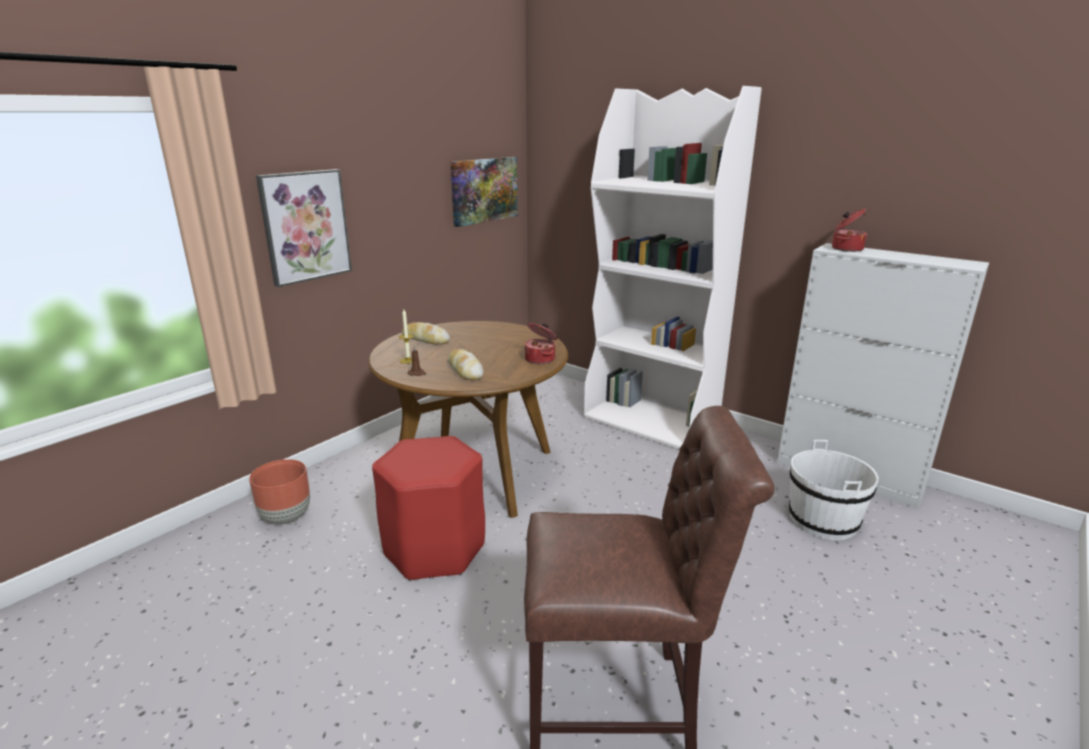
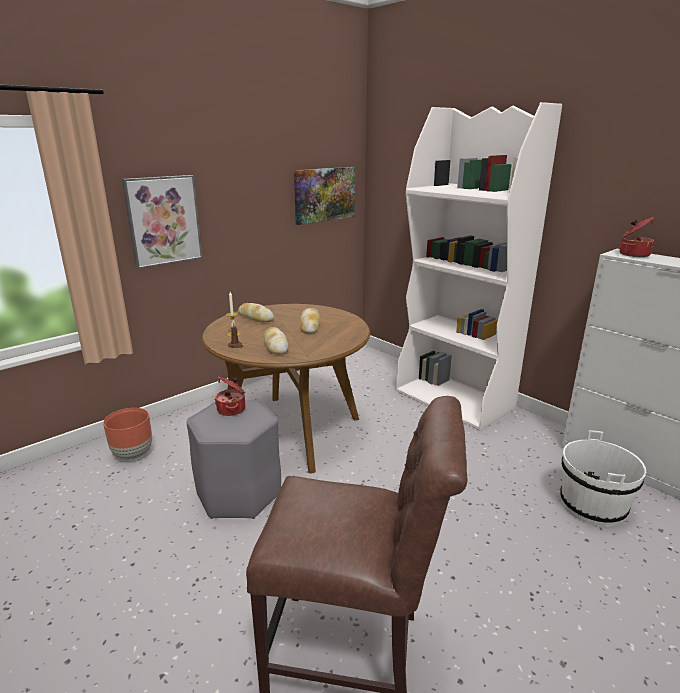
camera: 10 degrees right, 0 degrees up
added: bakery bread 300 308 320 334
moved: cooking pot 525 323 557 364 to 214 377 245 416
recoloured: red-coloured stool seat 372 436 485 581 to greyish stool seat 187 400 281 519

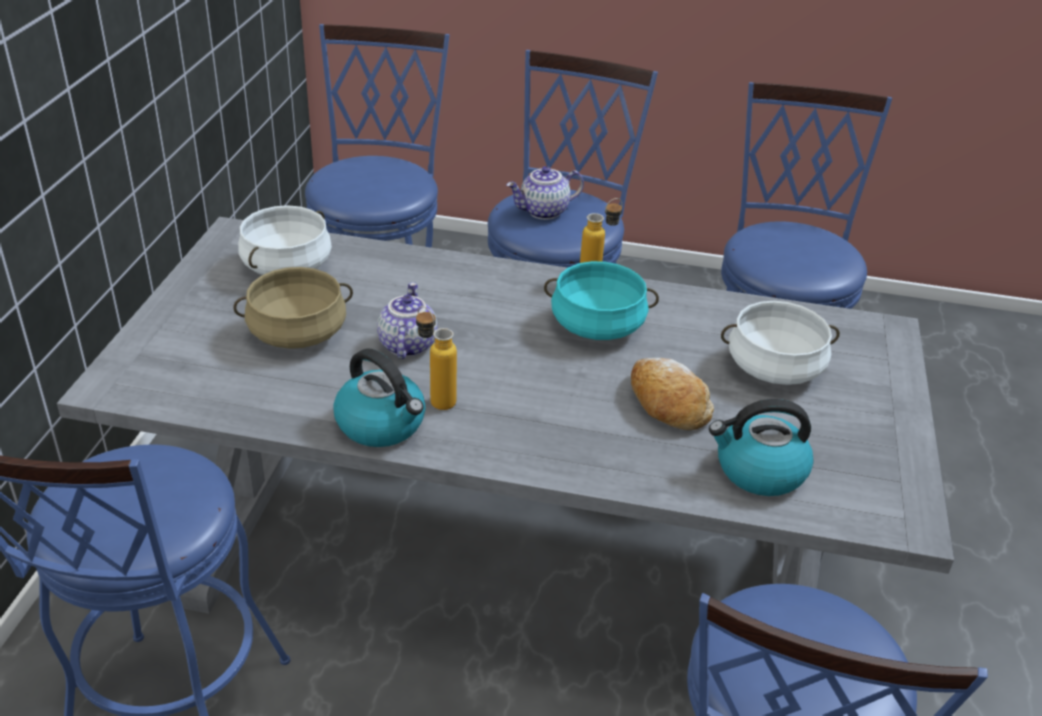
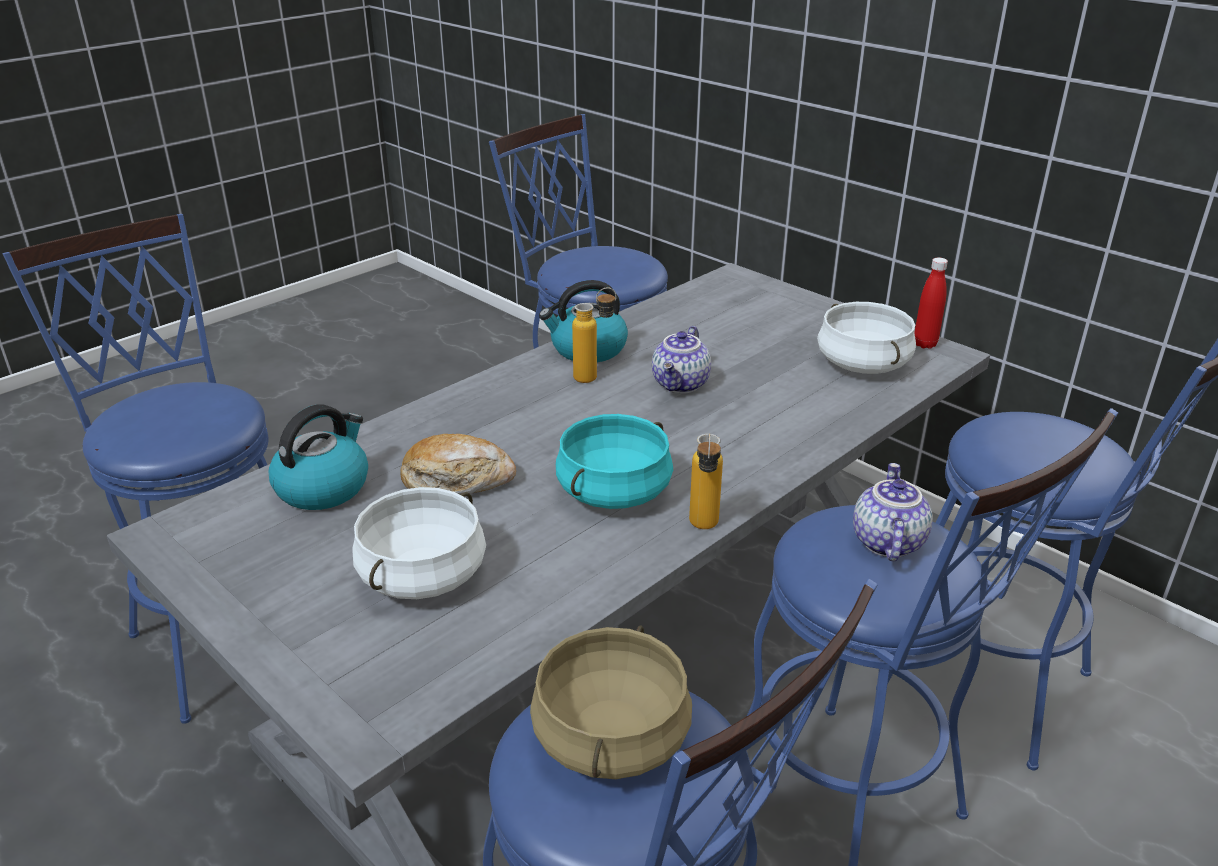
camera: 125 degrees right, 5 degrees down
added: red-coloured beverage bottle 915 258 948 349
moved: beige cooking pot 233 267 353 349 to 530 625 692 779
turned: tea pot 377 282 438 359 = 652 326 711 394 75 degrees clockwise

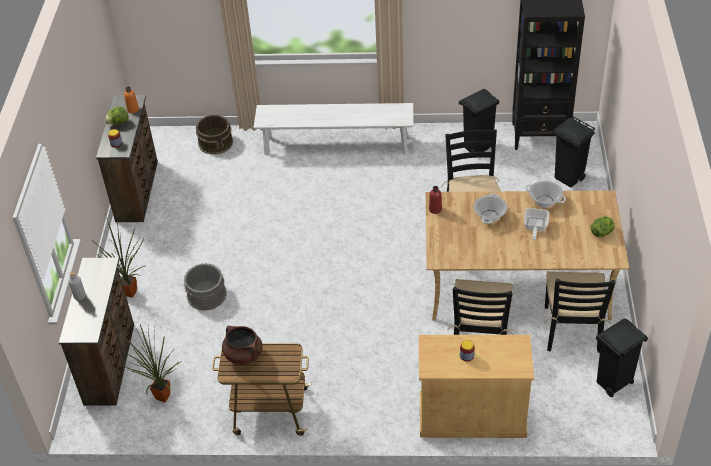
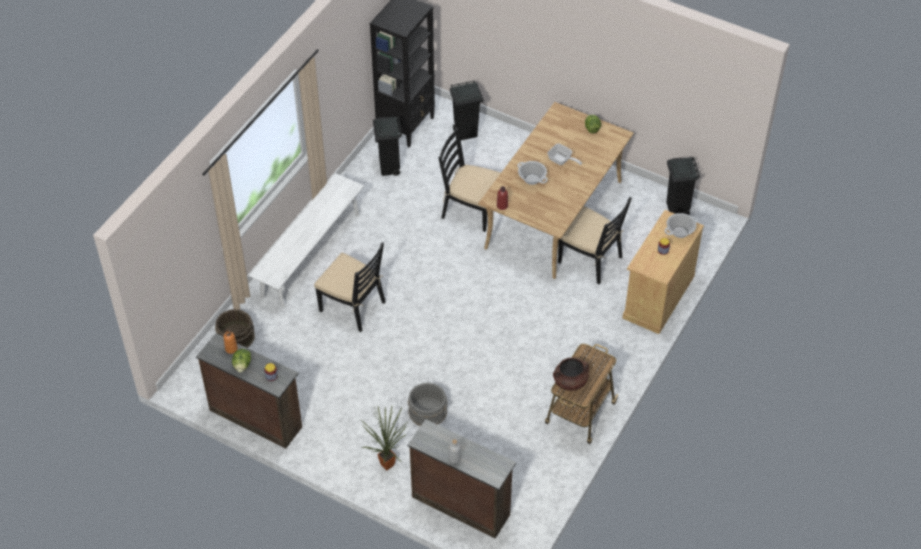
camera: 65 degrees left, 5 degrees up
removed: houseplant 123 324 182 402
moved: cooking pot 525 181 566 208 to 665 213 698 238; blackish upright chair 544 271 616 353 to 314 242 386 332

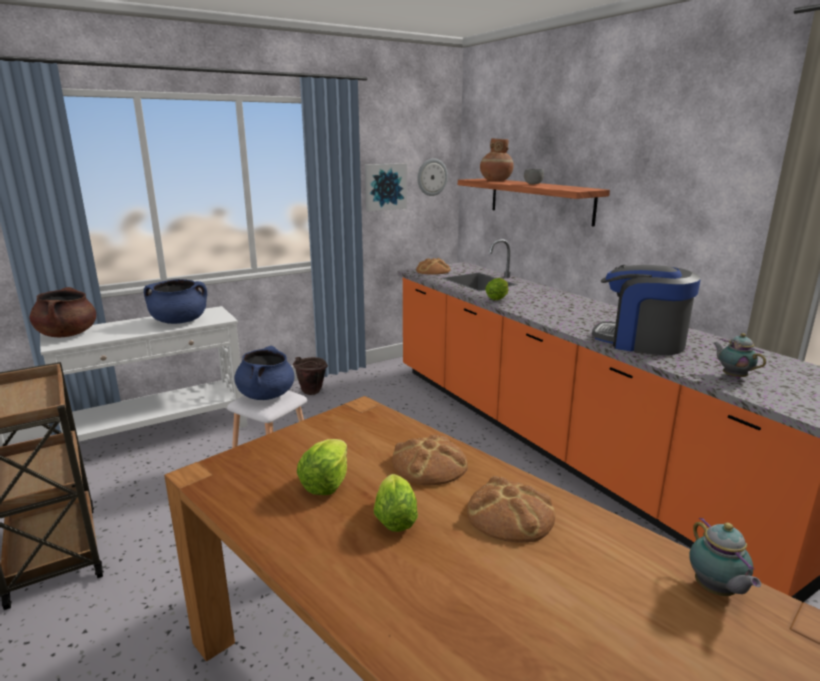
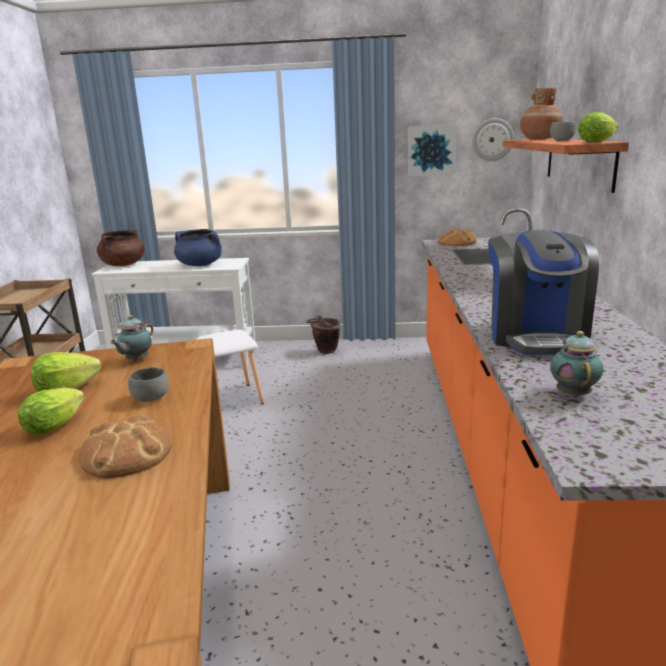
camera: 35 degrees right, 0 degrees up
removed: bluish cooking pot 234 346 294 400
moved: lettuce 485 278 508 300 to 578 112 619 143; tea pot 689 518 761 596 to 110 315 153 362
replaced: bakery bread 392 434 468 486 to greyish deep dish 128 367 169 402
turned: coffee machine 592 265 701 355 = 488 230 599 355 150 degrees counterclockwise

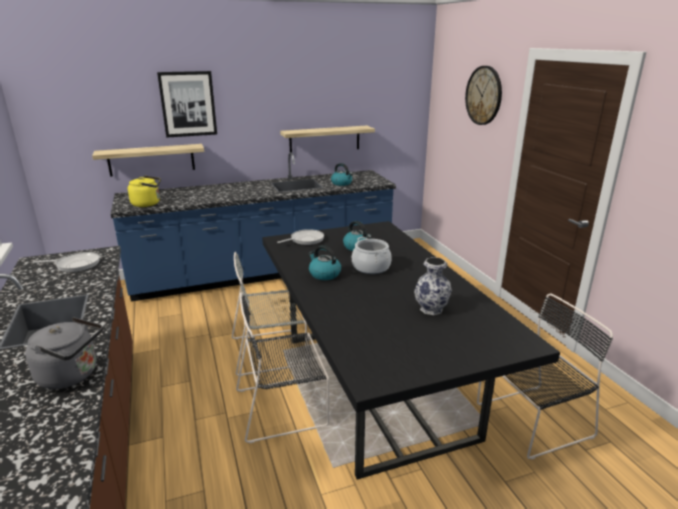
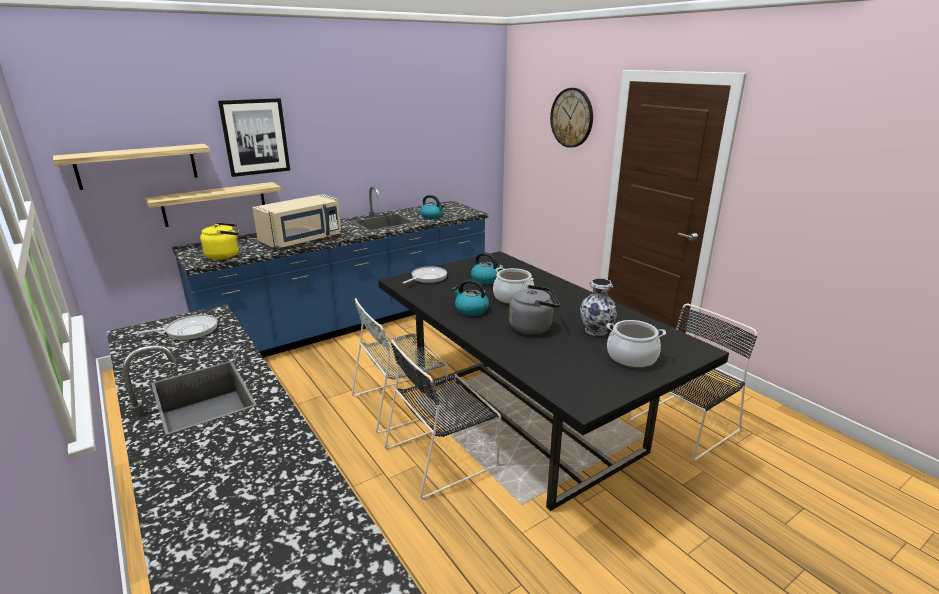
camera: 15 degrees left, 0 degrees up
added: beige microwave 252 194 341 249; cooking pot 607 320 666 368
moved: shelf 280 126 375 153 to 53 144 211 190; greyish water kettle 25 317 102 389 to 509 285 560 335

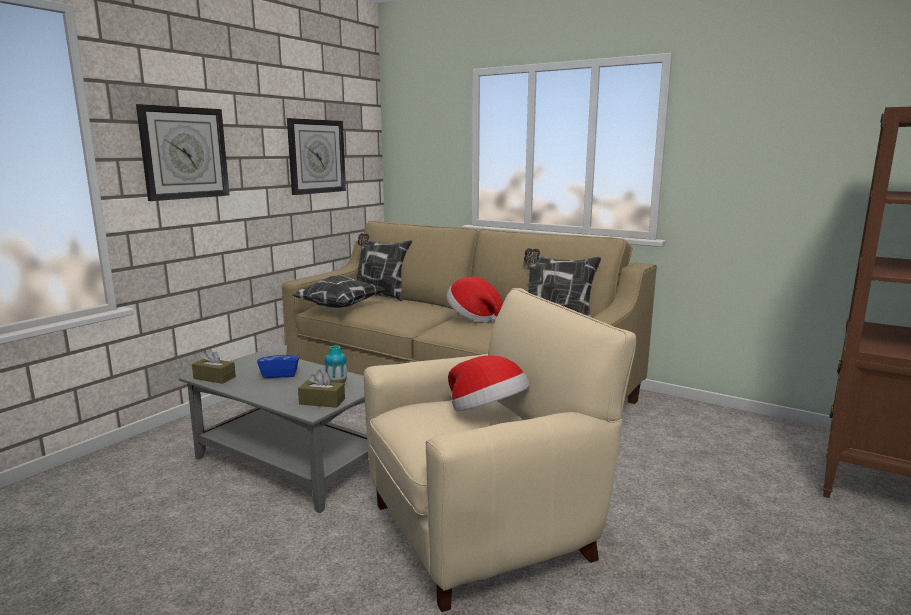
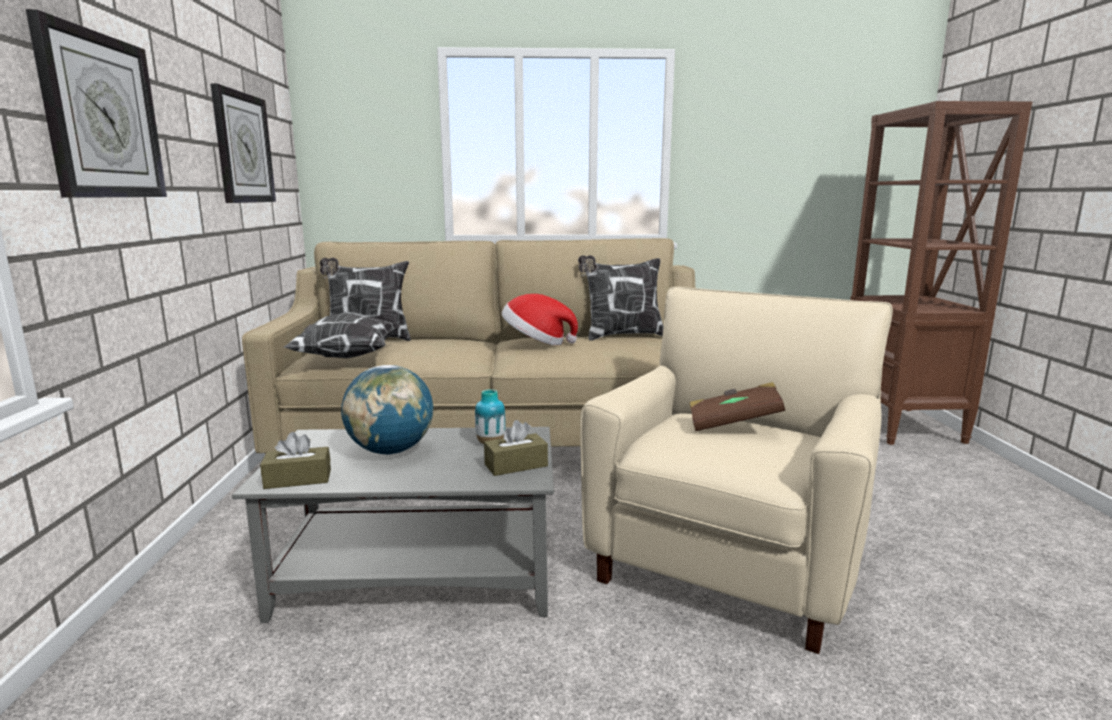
camera: 35 degrees left, 0 degrees up
replaced: bluish tissue holder 257 345 299 378 to world globe 341 365 434 455; hat 448 355 530 411 to brown bound book 689 382 785 431

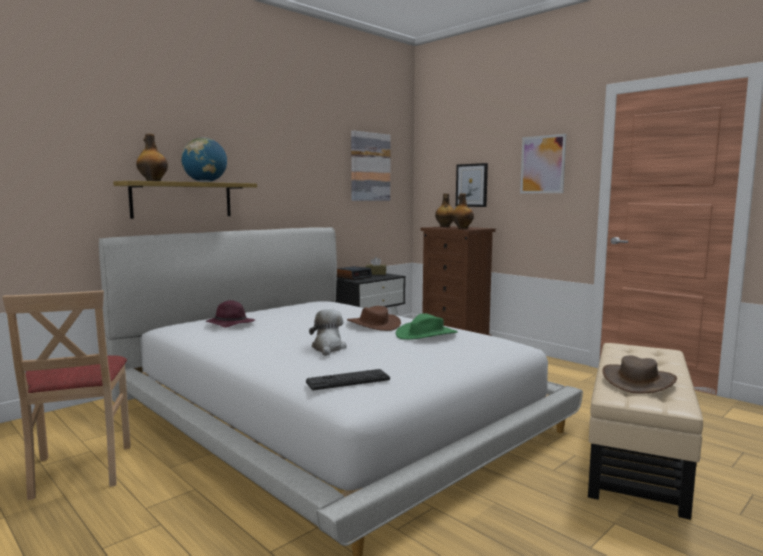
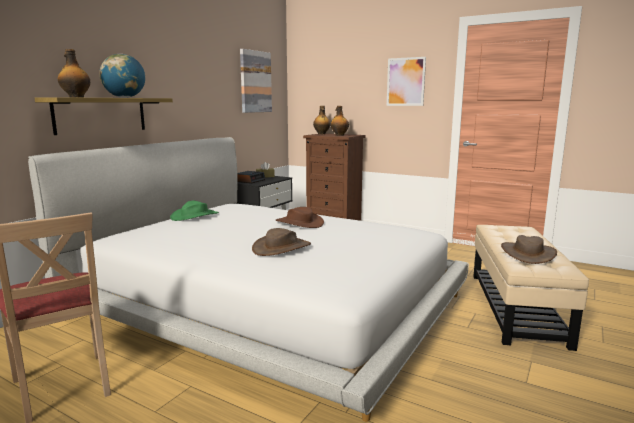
camera: 15 degrees left, 5 degrees up
removed: wall picture 456 163 488 207; purple hat 206 300 255 328; keyboard 306 369 390 390
moved: green-coloured hat 396 313 458 340 to 170 201 219 221
replaced: soft toy 309 309 346 356 to brown hat 252 228 311 256

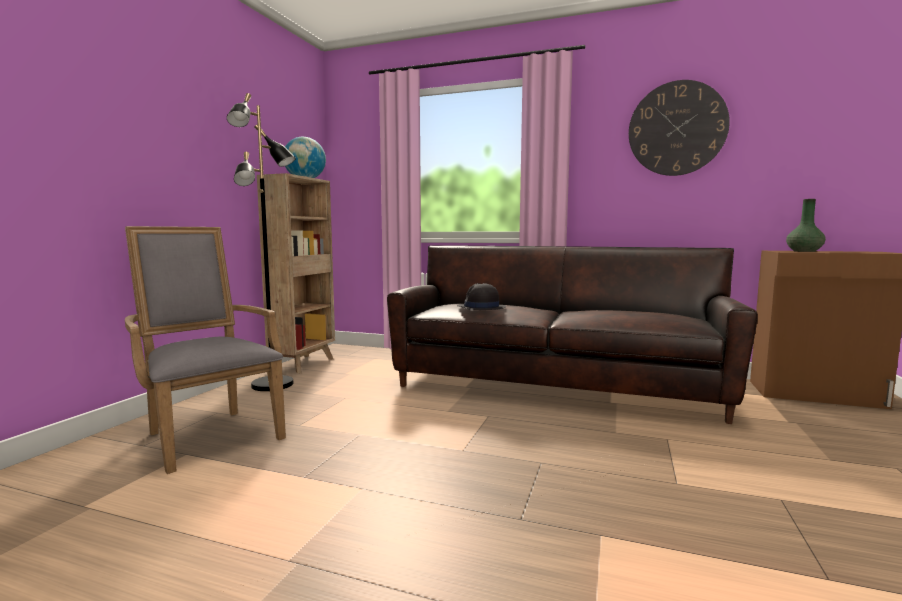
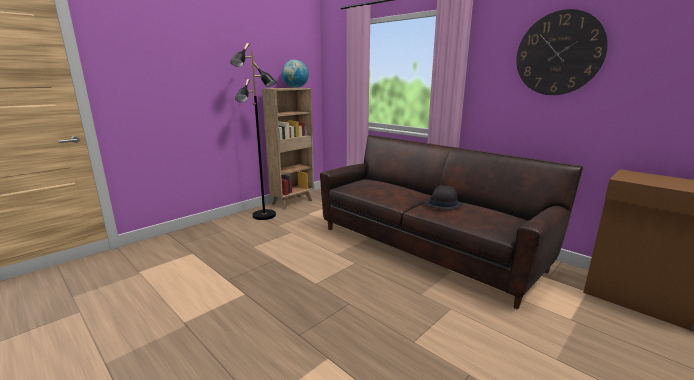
camera: 25 degrees right, 10 degrees up
removed: green-coloured decorative vase 786 199 826 252; greyish armchair 125 226 286 474
moved: blackish hat 457 283 506 310 to 424 185 463 209

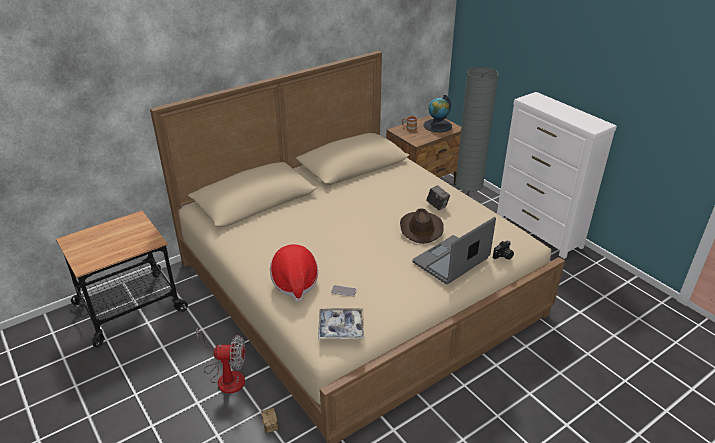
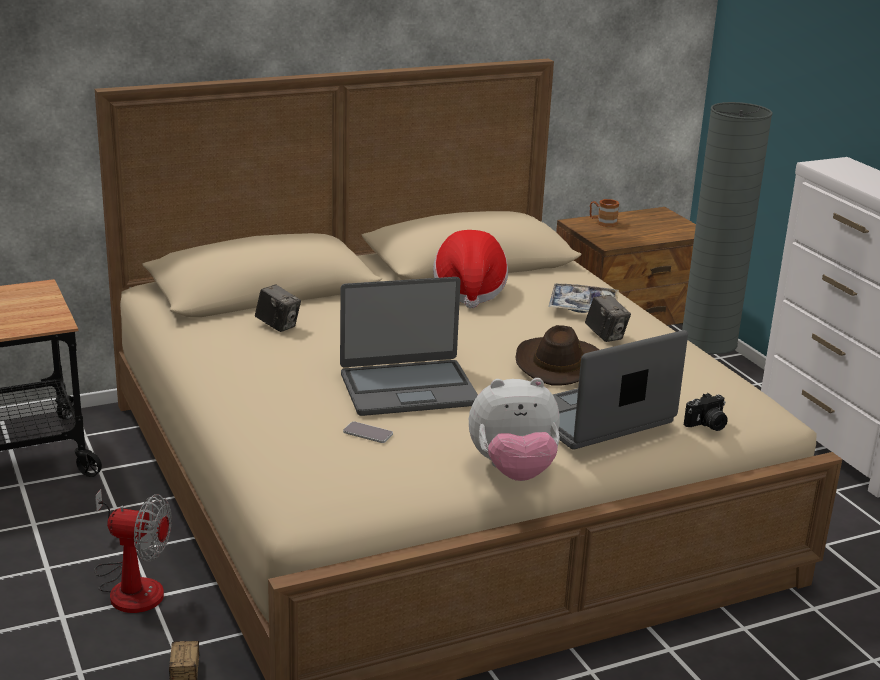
camera: 10 degrees right, 10 degrees down
removed: world globe 423 95 452 132
added: laptop 340 277 478 416; still camera 255 284 301 332; soft toy 469 378 560 481
moved: hat 270 244 318 302 to 433 230 508 308; serving tray 318 308 364 339 to 549 283 619 313

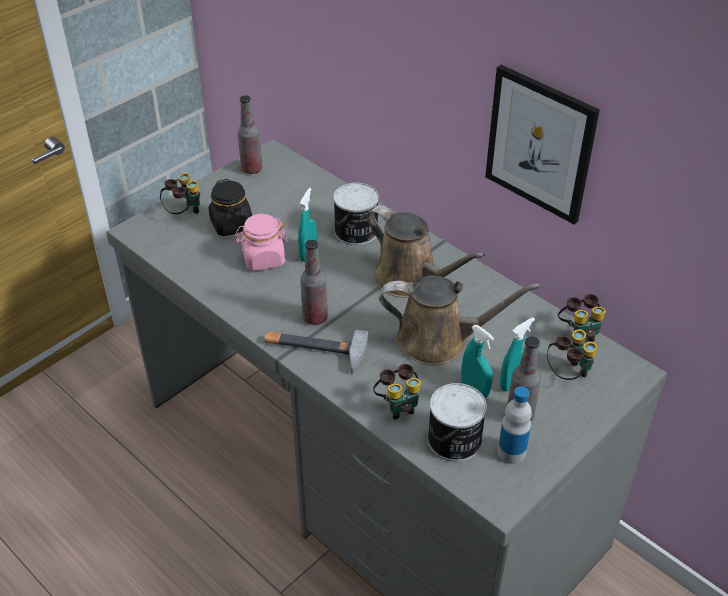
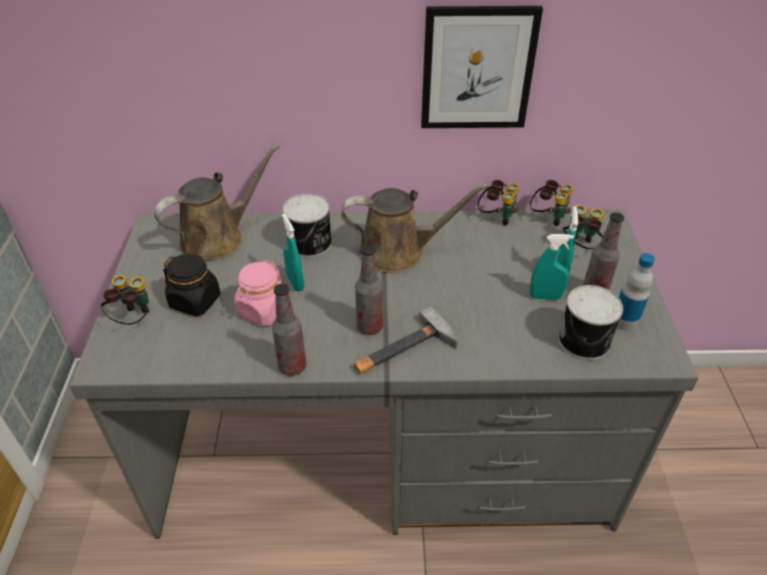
camera: 45 degrees left, 0 degrees up
moved: beverage bottle 237 95 262 174 to 272 284 306 376; brown watering can 379 275 540 366 to 154 144 280 260; binoculars 373 364 421 419 to 478 180 519 226

